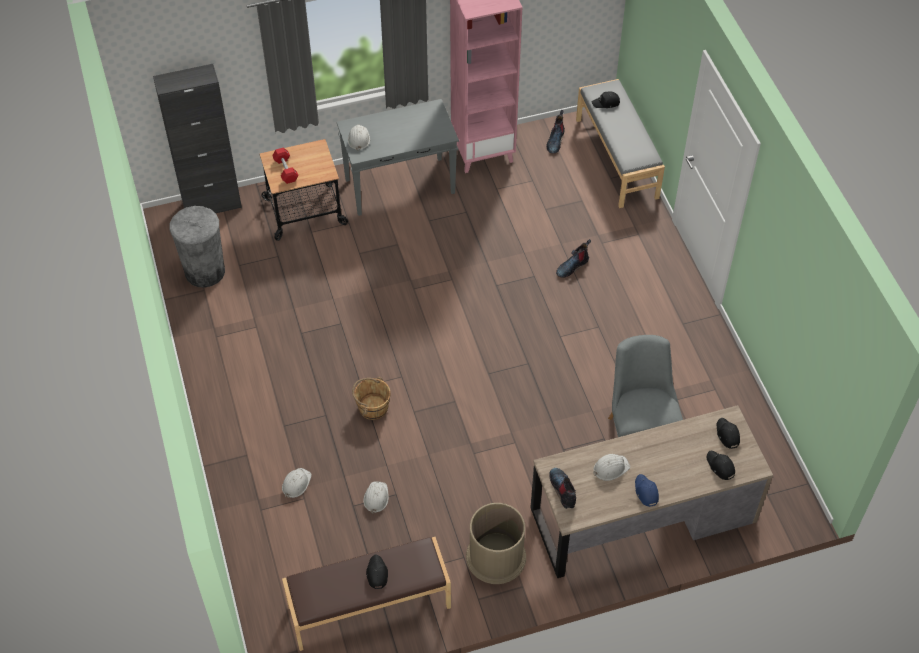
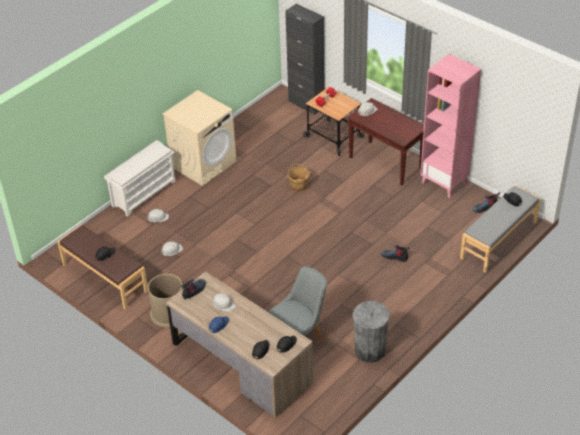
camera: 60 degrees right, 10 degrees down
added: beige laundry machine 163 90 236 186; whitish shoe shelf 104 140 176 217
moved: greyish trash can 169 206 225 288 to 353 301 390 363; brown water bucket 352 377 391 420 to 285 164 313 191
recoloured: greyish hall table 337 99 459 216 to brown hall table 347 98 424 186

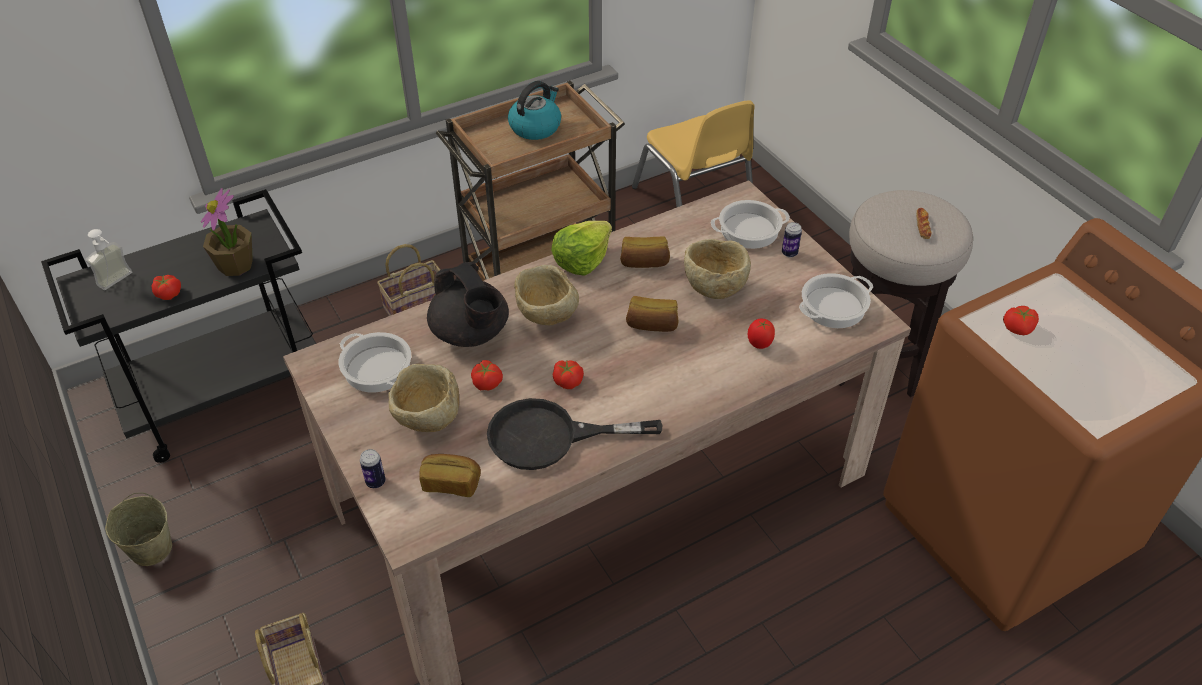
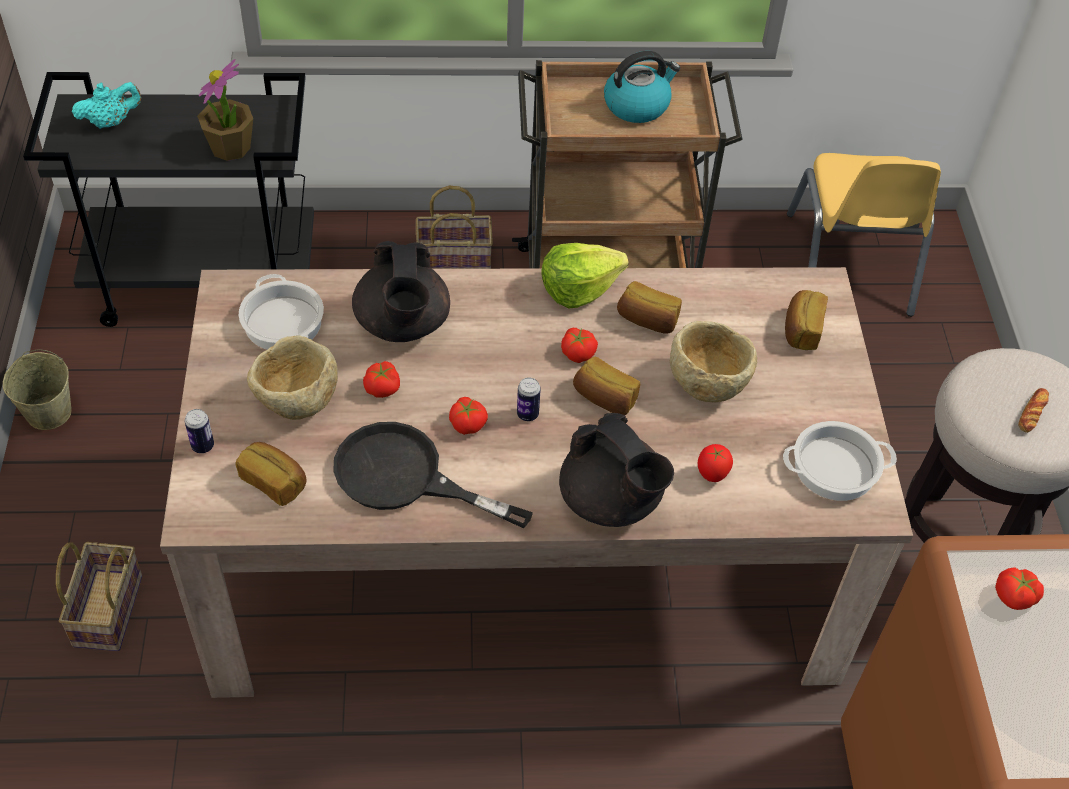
camera: 25 degrees right, 5 degrees up
removed: beige deep dish 514 265 579 325
added: blackish tea pot 559 413 674 527
moved: can 782 222 802 257 to 517 378 541 421; tomato 152 275 181 300 to 561 328 598 363
replaced: cooking pot 711 200 790 249 to bakery bread 785 290 828 350; soap dispenser 85 229 132 290 to turquoise-coloured tea pot 72 82 141 129

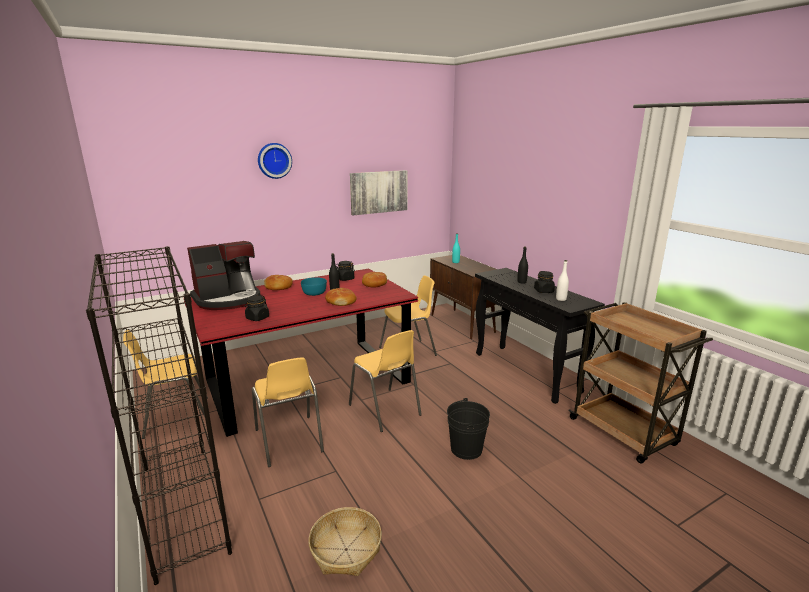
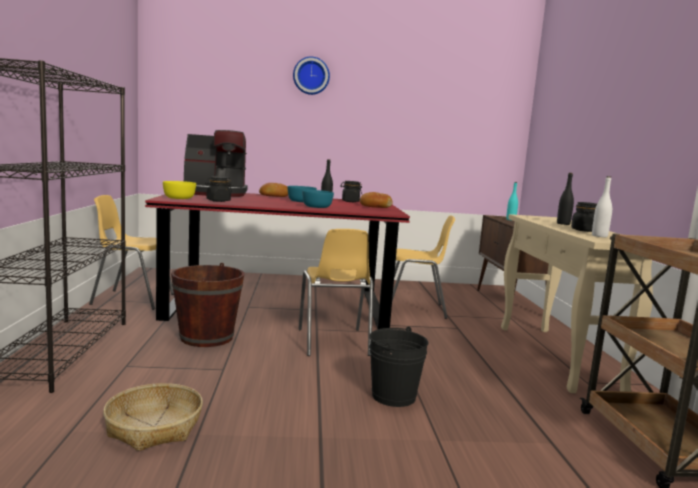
camera: 25 degrees right, 10 degrees down
removed: wall picture 350 170 408 215
added: yellow-coloured deep dish 163 181 196 199
replaced: bakery bread 325 288 357 306 to turquoise-coloured deep dish 302 190 334 208; yellow-coloured upright chair 252 357 324 467 to brown water bucket 171 263 245 347
recoloured: blackish hall table 475 268 605 404 to beige hall table 501 214 653 393

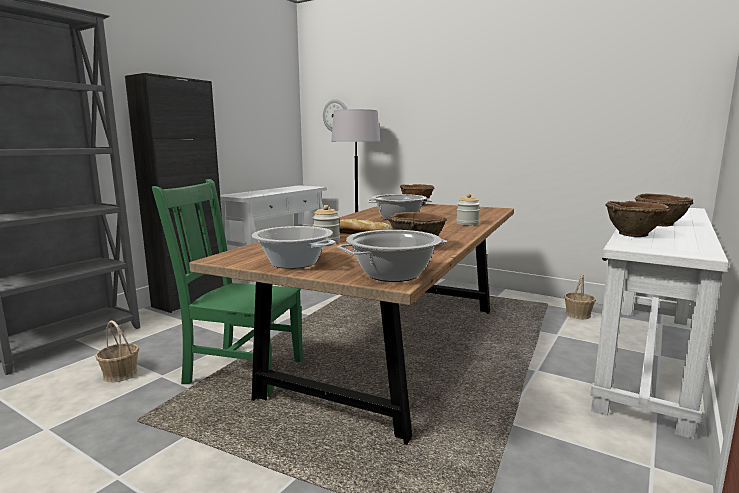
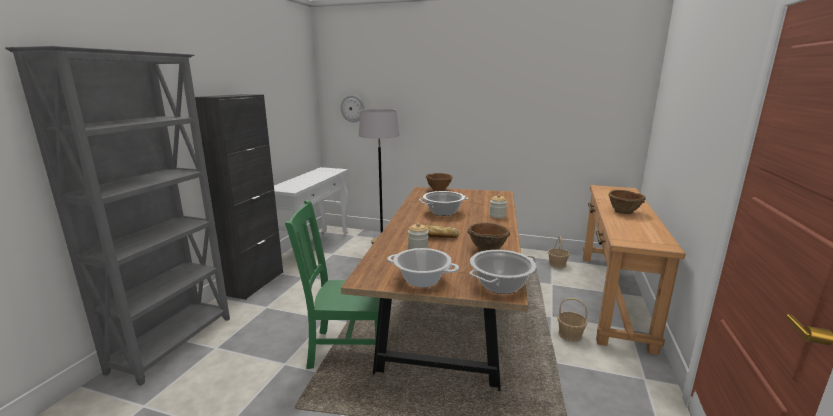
camera: 15 degrees left, 5 degrees up
removed: brown deep dish 605 201 670 237
moved: household basket 95 320 139 382 to 557 298 588 342
recoloured: whitish hall table 590 208 729 439 to brown hall table 583 185 686 355

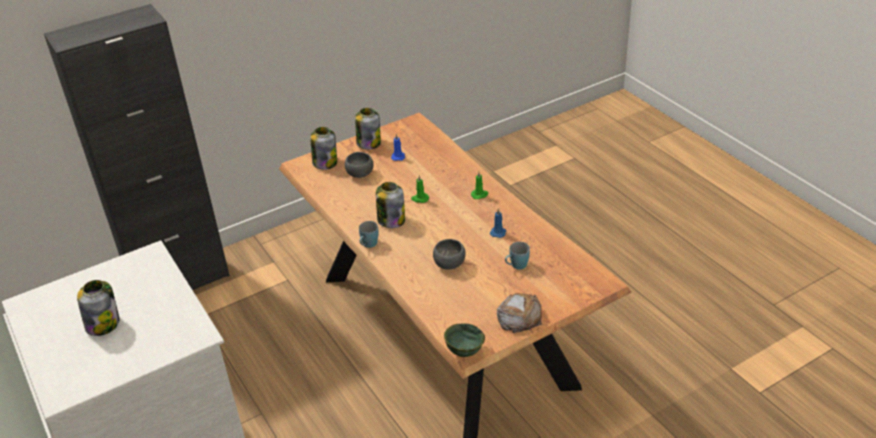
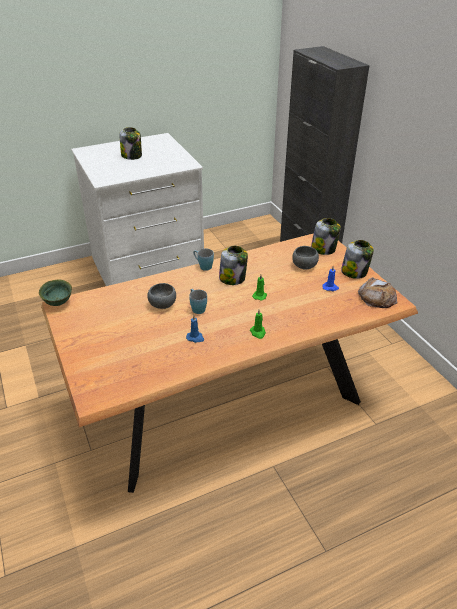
camera: 95 degrees right, 0 degrees up
moved: bluish tea mug 505 242 530 270 to 189 289 207 314; bakery bread 497 293 542 333 to 358 277 398 308

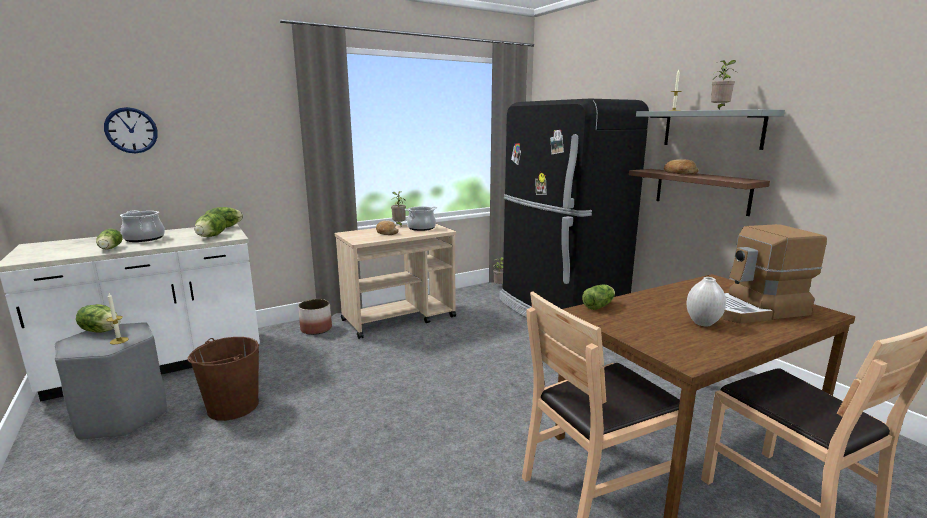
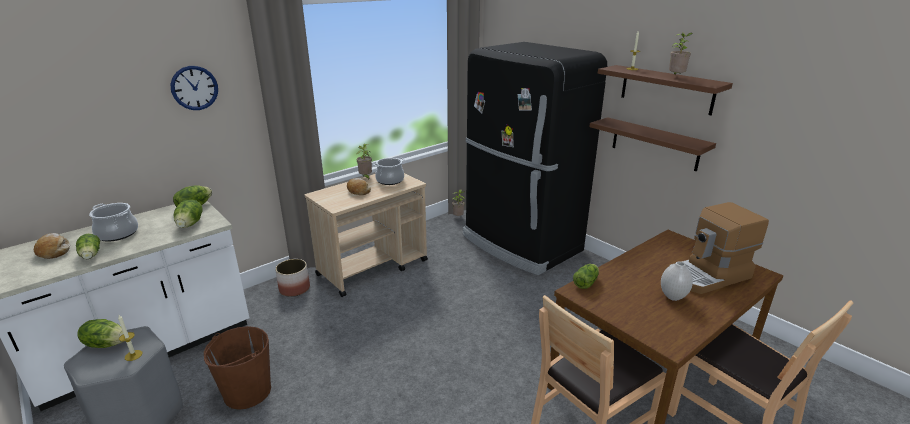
camera: 10 degrees left, 10 degrees up
moved: wall clock 104 107 158 153 to 170 66 218 110; bakery bread 664 159 698 174 to 34 233 70 259
recoloured: greyish shelf 636 109 785 150 to brown shelf 598 65 733 116

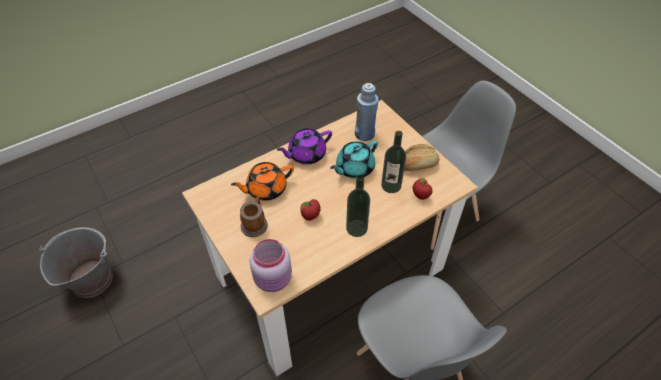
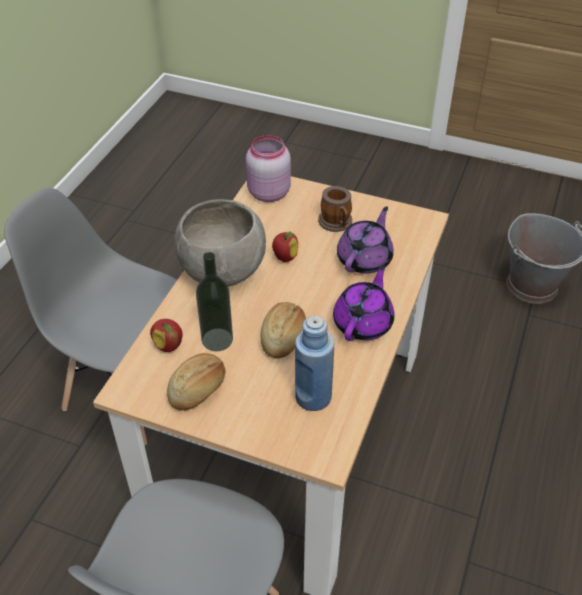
camera: 145 degrees right, 5 degrees down
replaced: turquoise-coloured tea pot 330 141 378 179 to bakery bread 261 302 306 359; beverage bottle 346 175 370 237 to greyish deep dish 175 199 266 286
recoloured: orange tea pot 231 162 294 201 to purple tea pot 337 207 394 274

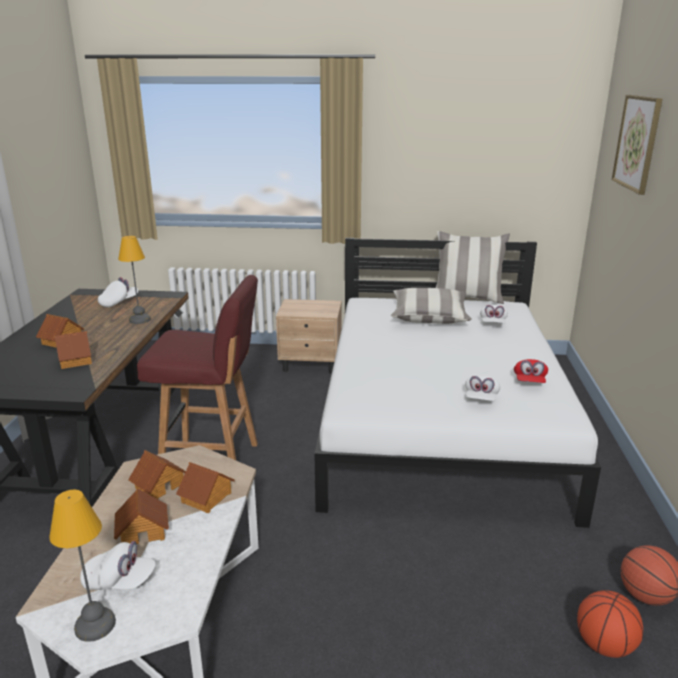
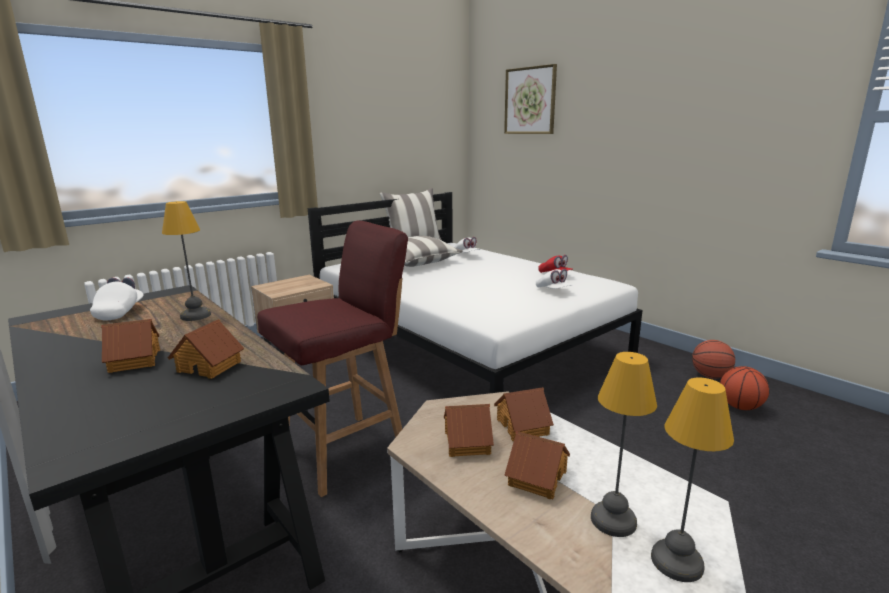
camera: 45 degrees left, 5 degrees down
replaced: whitish baseball cap 80 541 156 590 to lamp for a table 591 352 657 537

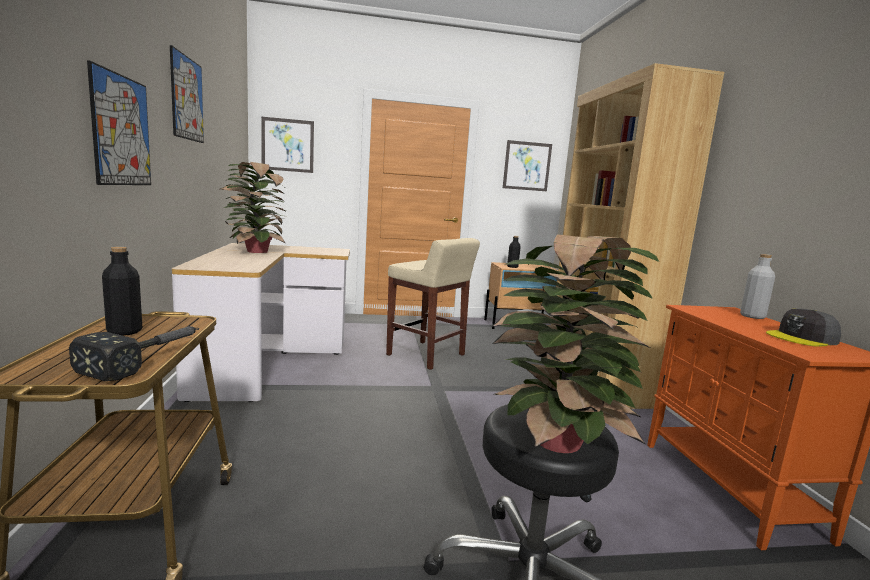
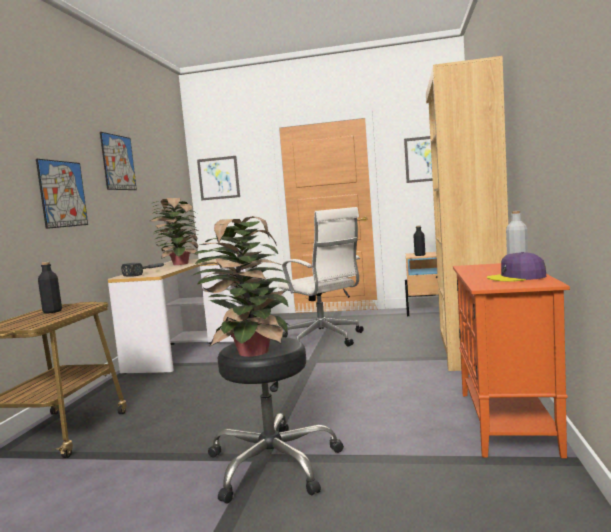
camera: 20 degrees right, 5 degrees down
moved: hand hammer 69 326 199 381 to 121 263 164 277
replaced: beige stool seat 386 238 480 370 to whitish desk chair 278 207 364 347
recoloured: greyish baseball cap 766 309 841 347 to purple baseball cap 487 252 546 282

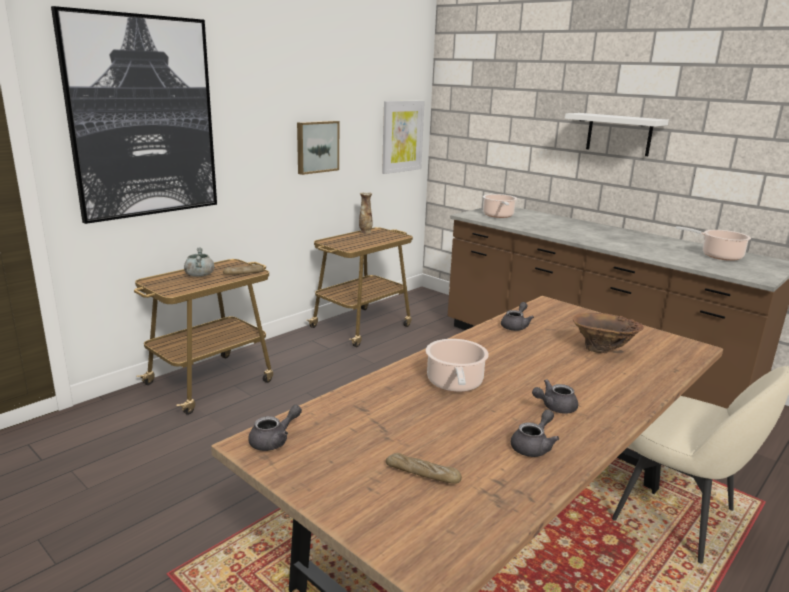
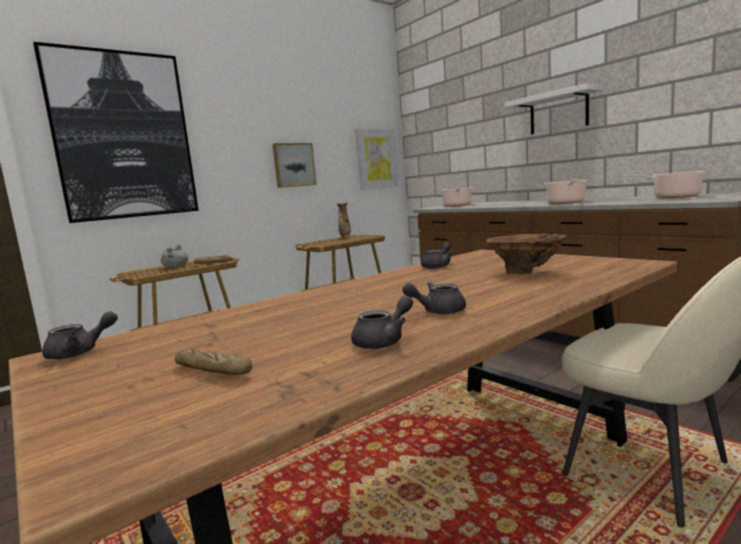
camera: 10 degrees right, 10 degrees down
moved: cooking pot 426 339 489 392 to 545 179 588 204

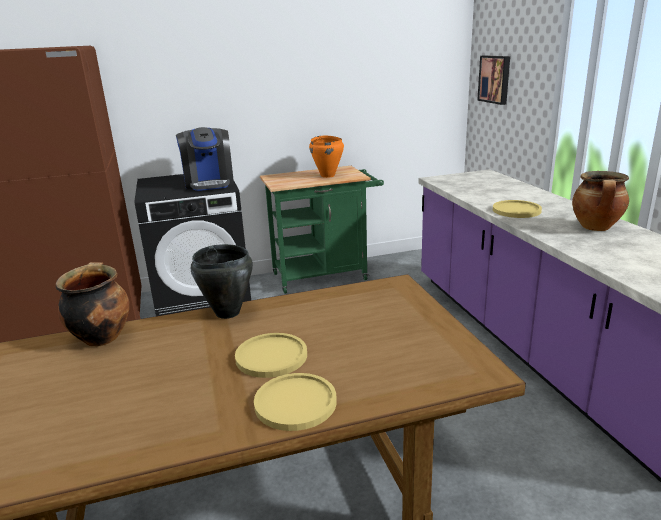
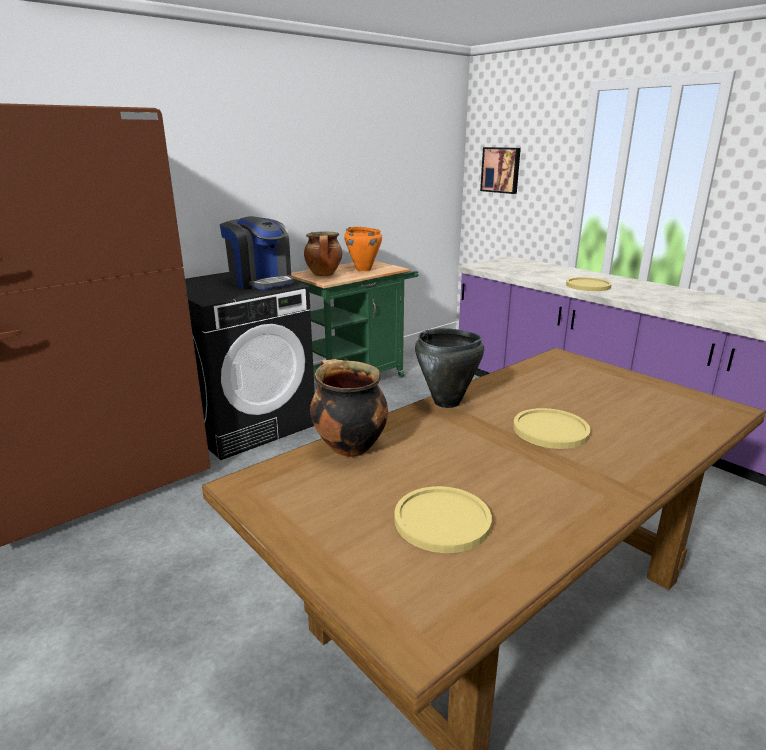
camera: 25 degrees left, 0 degrees up
moved: cooking pot 572 171 629 231 to 304 232 342 276; yellow-coloured flat dish 254 373 337 431 to 394 486 492 553

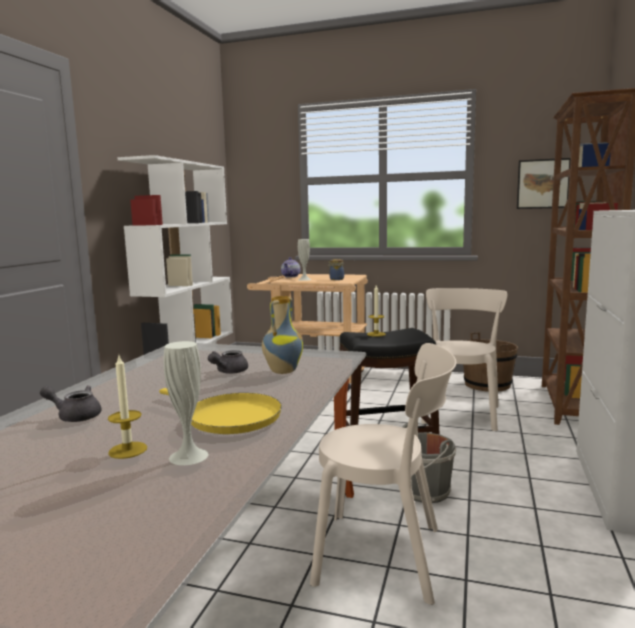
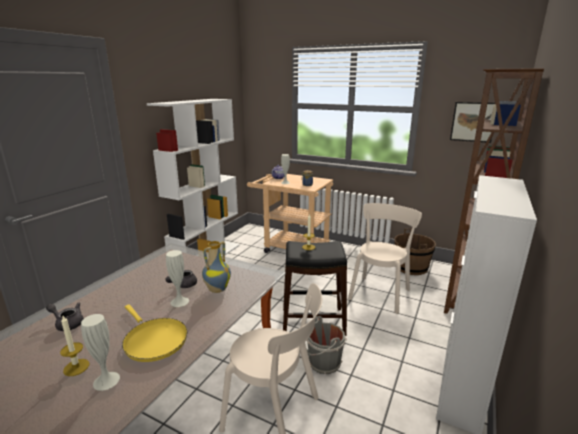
camera: 10 degrees right, 10 degrees up
added: whitish decorative vase 166 250 189 307

